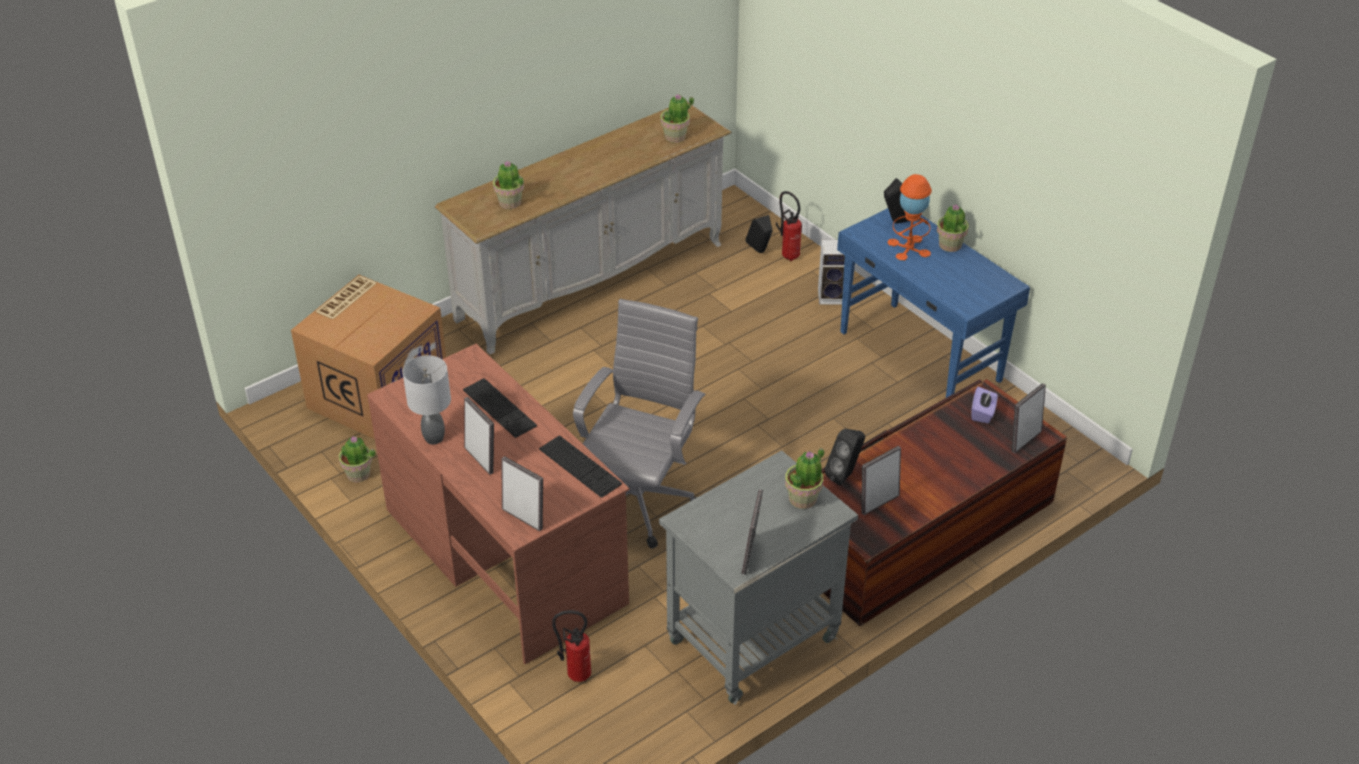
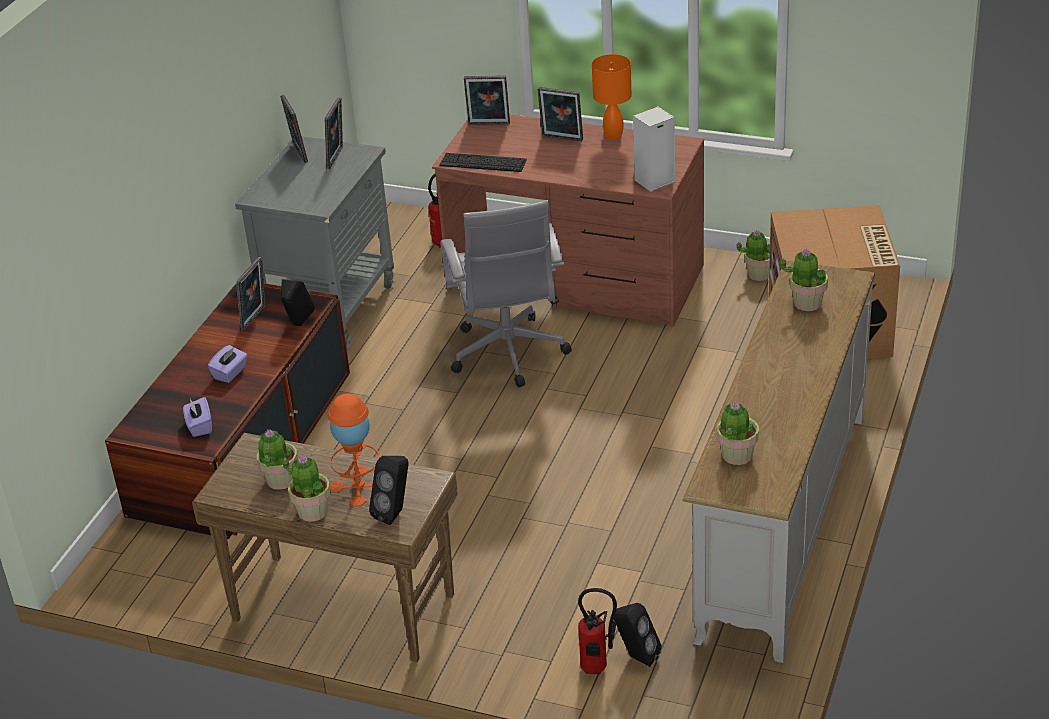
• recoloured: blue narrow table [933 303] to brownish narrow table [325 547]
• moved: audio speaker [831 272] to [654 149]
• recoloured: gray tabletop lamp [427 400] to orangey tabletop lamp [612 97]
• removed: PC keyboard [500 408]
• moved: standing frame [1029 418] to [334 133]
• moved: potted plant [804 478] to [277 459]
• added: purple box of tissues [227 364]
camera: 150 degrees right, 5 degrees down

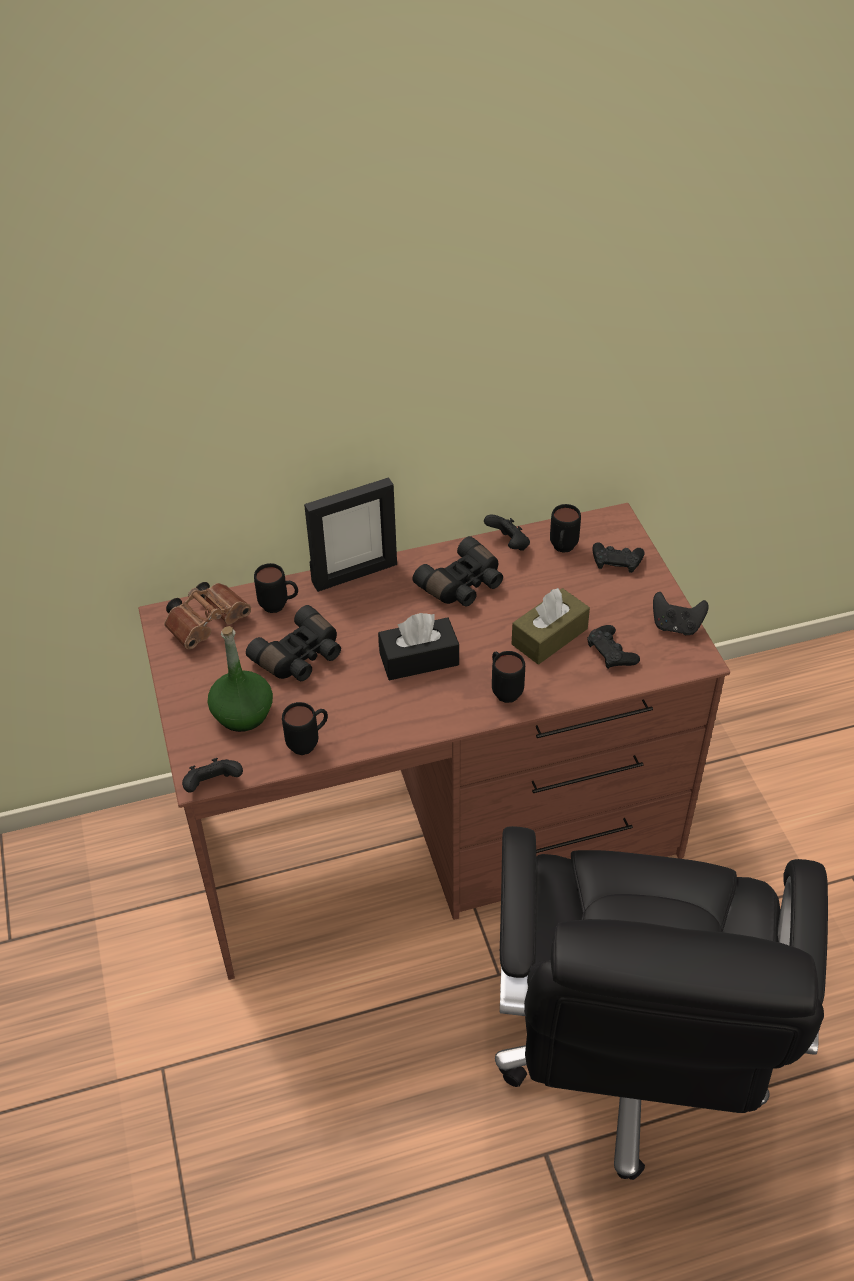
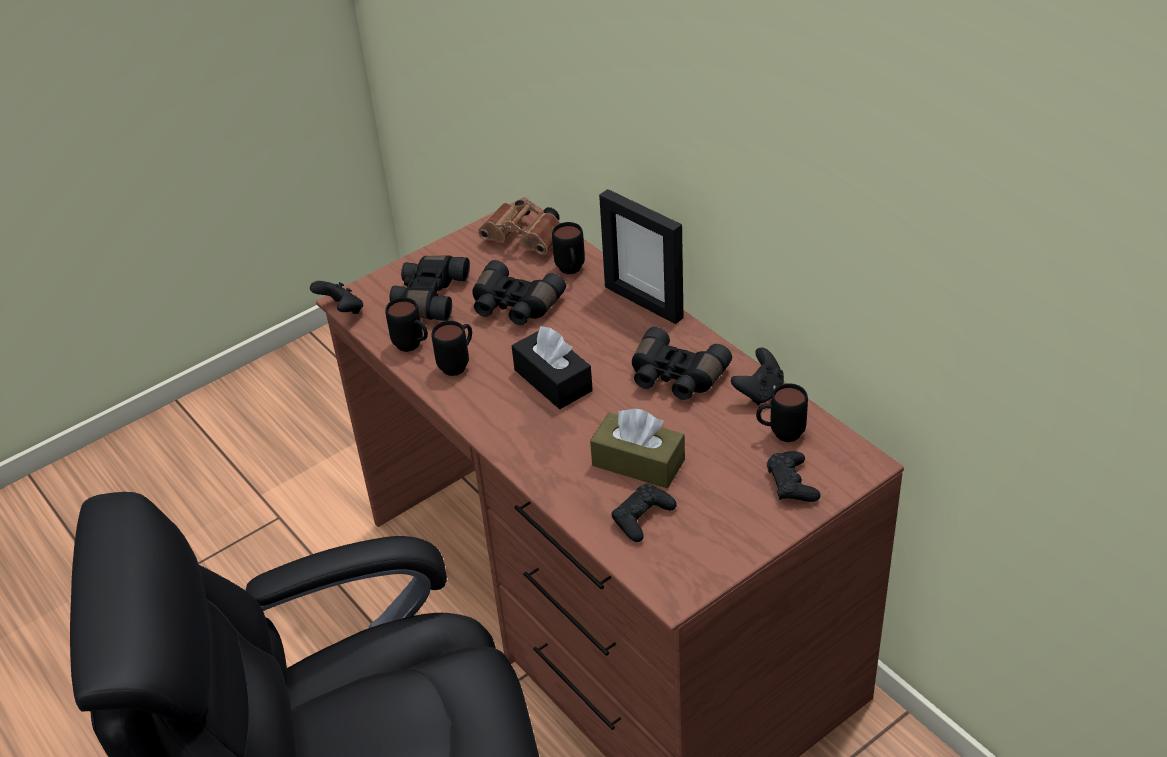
• removed: black gamepad [681 613]
• replaced: green-coloured drink bottle [240 679] to black pair of binoculars [429 288]
• moved: black mug [508 677] to [452 348]
camera: 70 degrees right, 5 degrees down

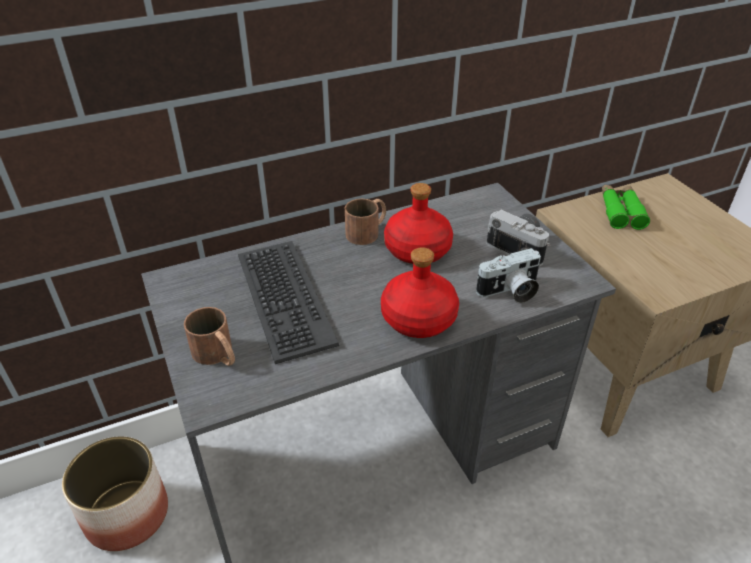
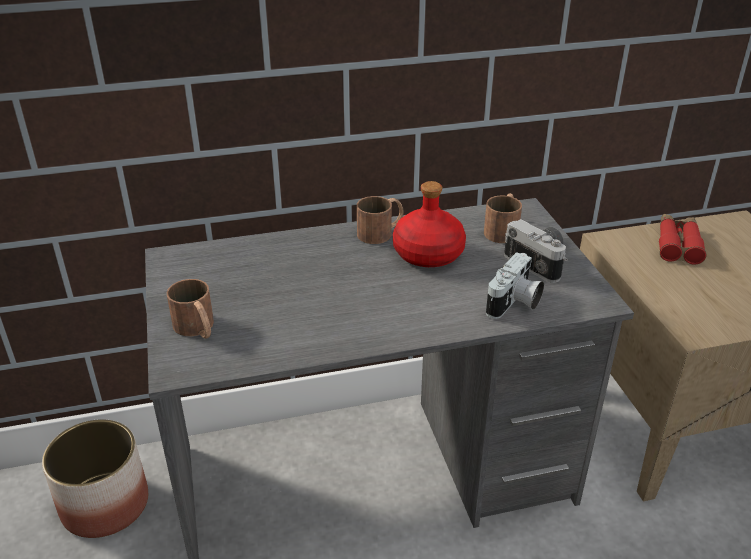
• recoloured: green-coloured pair of binoculars [626 207] to reddish pair of binoculars [683 239]
• removed: PC keyboard [288 302]
• removed: reddish drink bottle [420 292]
• turned: still camera [508 275] = [515 285] 45 degrees counterclockwise
• added: brownish mug [503 218]
camera: 10 degrees right, 5 degrees down

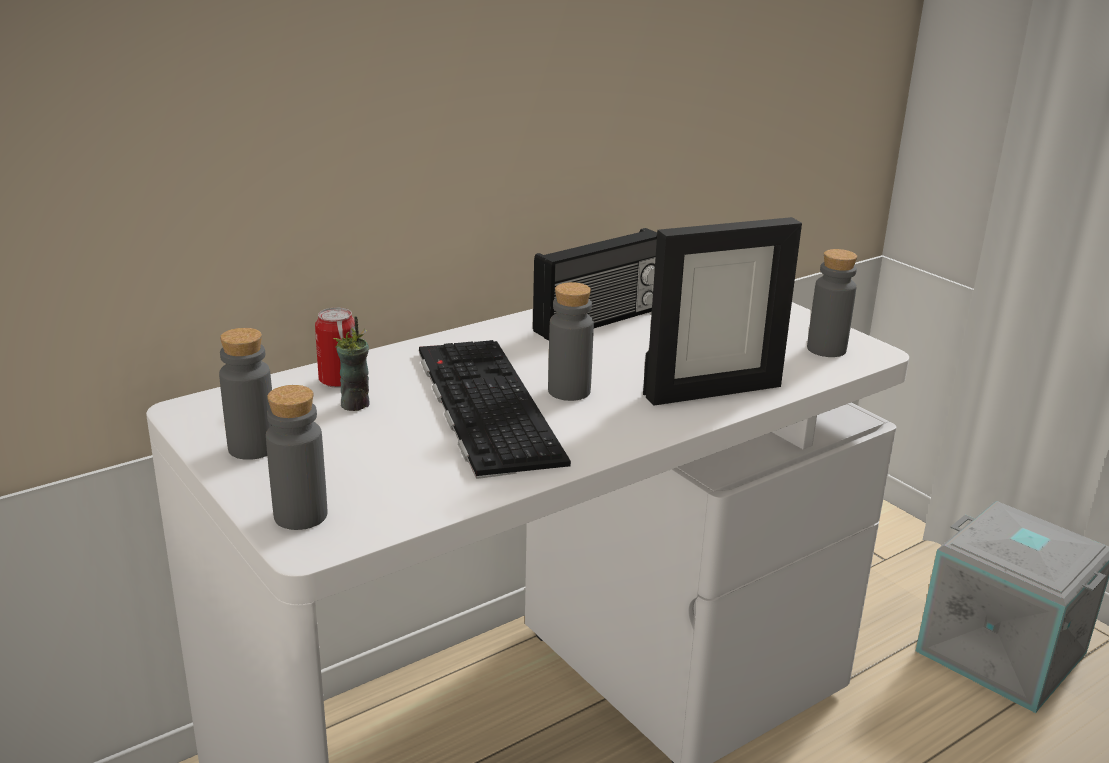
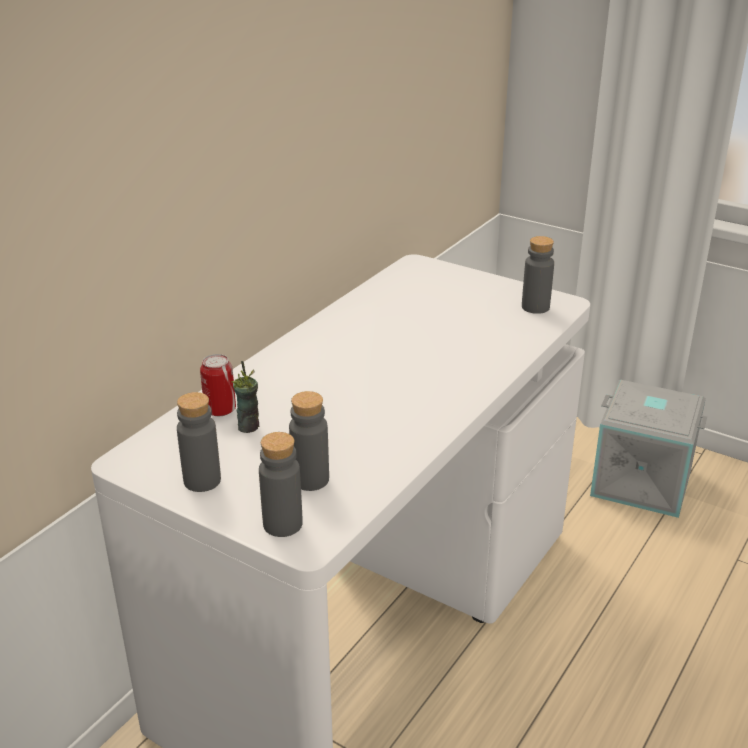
• removed: standing frame [722 311]
• removed: radio receiver [595 284]
• moved: gray drink bottle [571 341] to [309 441]
• removed: PC keyboard [495 409]
camera: 20 degrees left, 5 degrees up

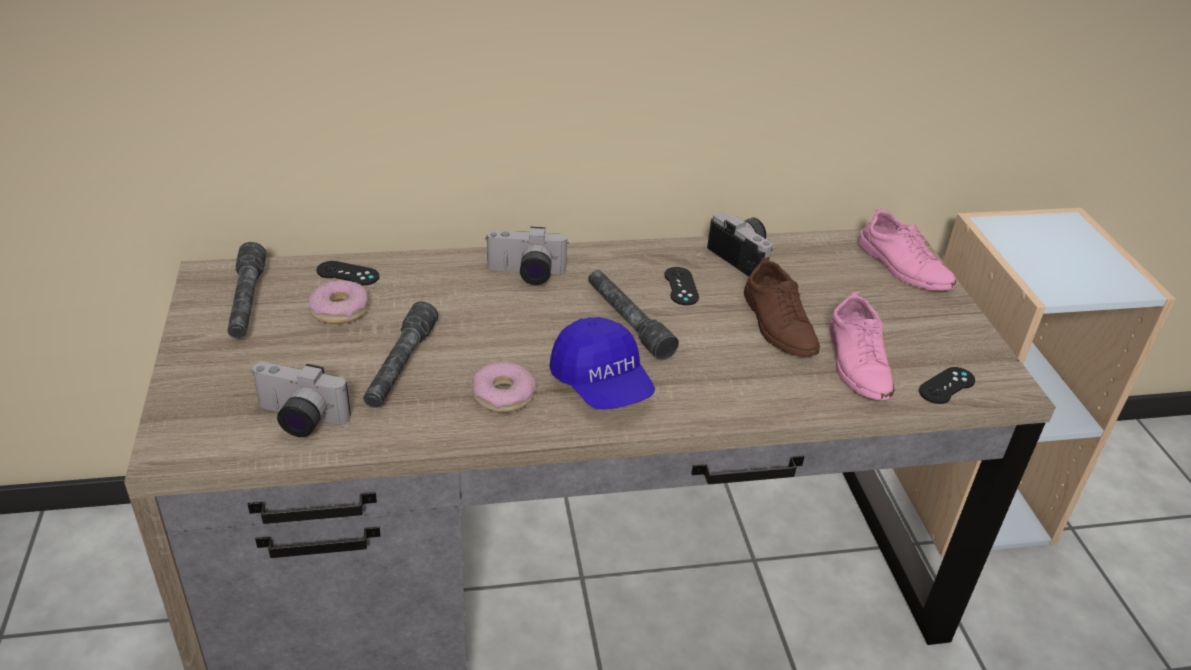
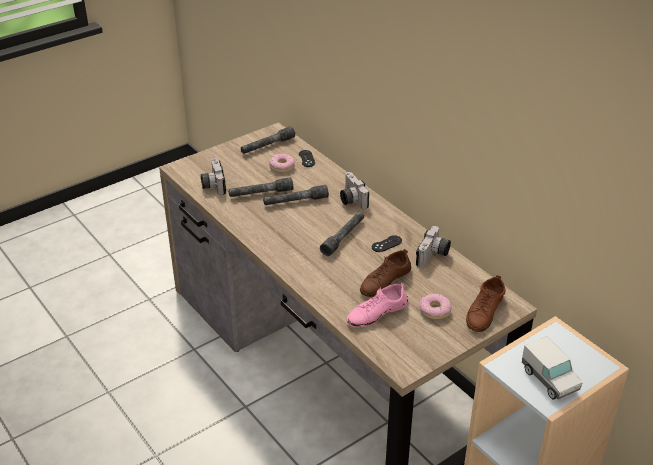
• recoloured: pink shoe [906 248] to brownish shoe [486 303]
• removed: blue baseball cap [602 363]
• moved: doughnut [504 387] to [435 307]
• removed: black gamepad [947 385]
• added: gray flashlight [296 195]
• added: toy truck [552 368]
camera: 65 degrees right, 0 degrees up

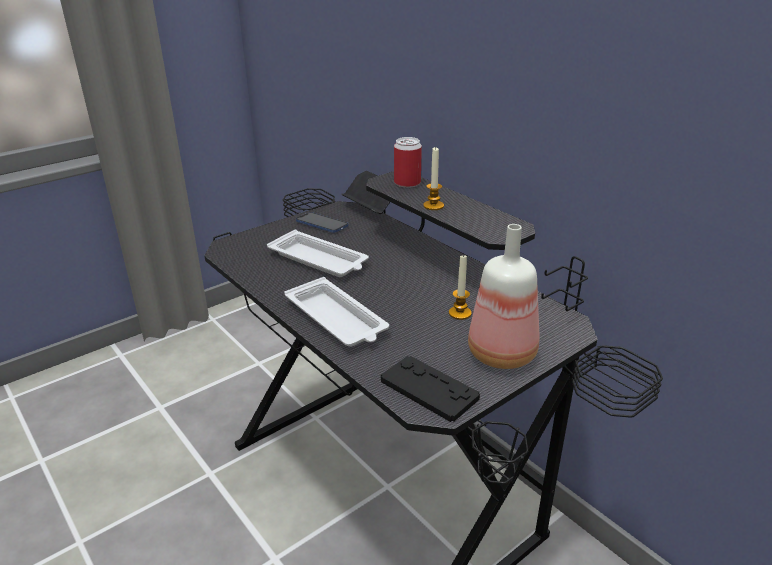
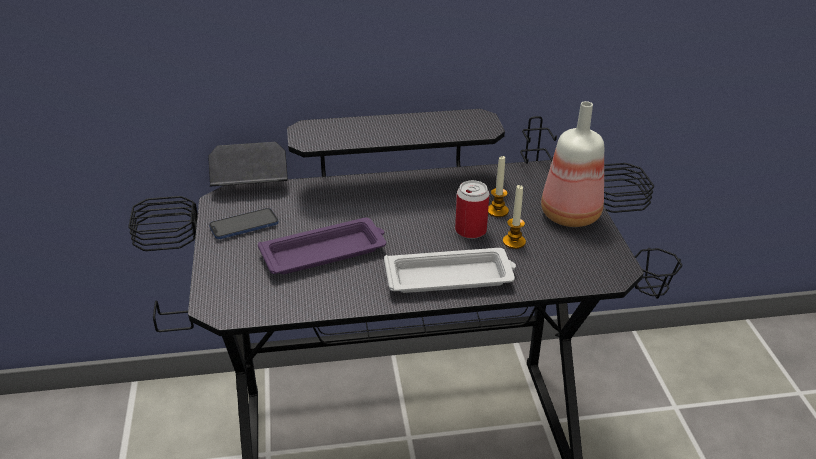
• moved: sealed can [408 162] to [472 209]
• moved: wax light [433 178] to [514 217]
• recoloured: white tray [318 253] to purple tray [322 246]
• removed: black gamepad [430 389]
camera: 60 degrees left, 5 degrees up

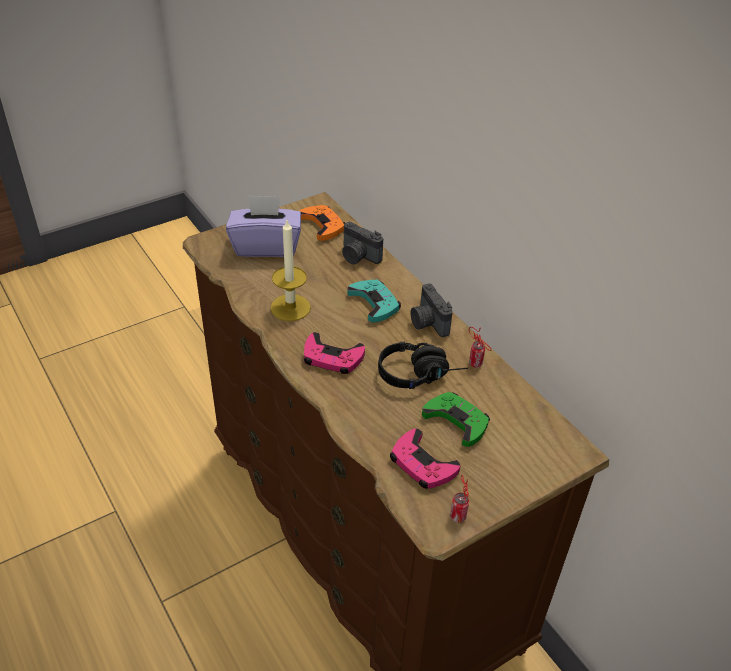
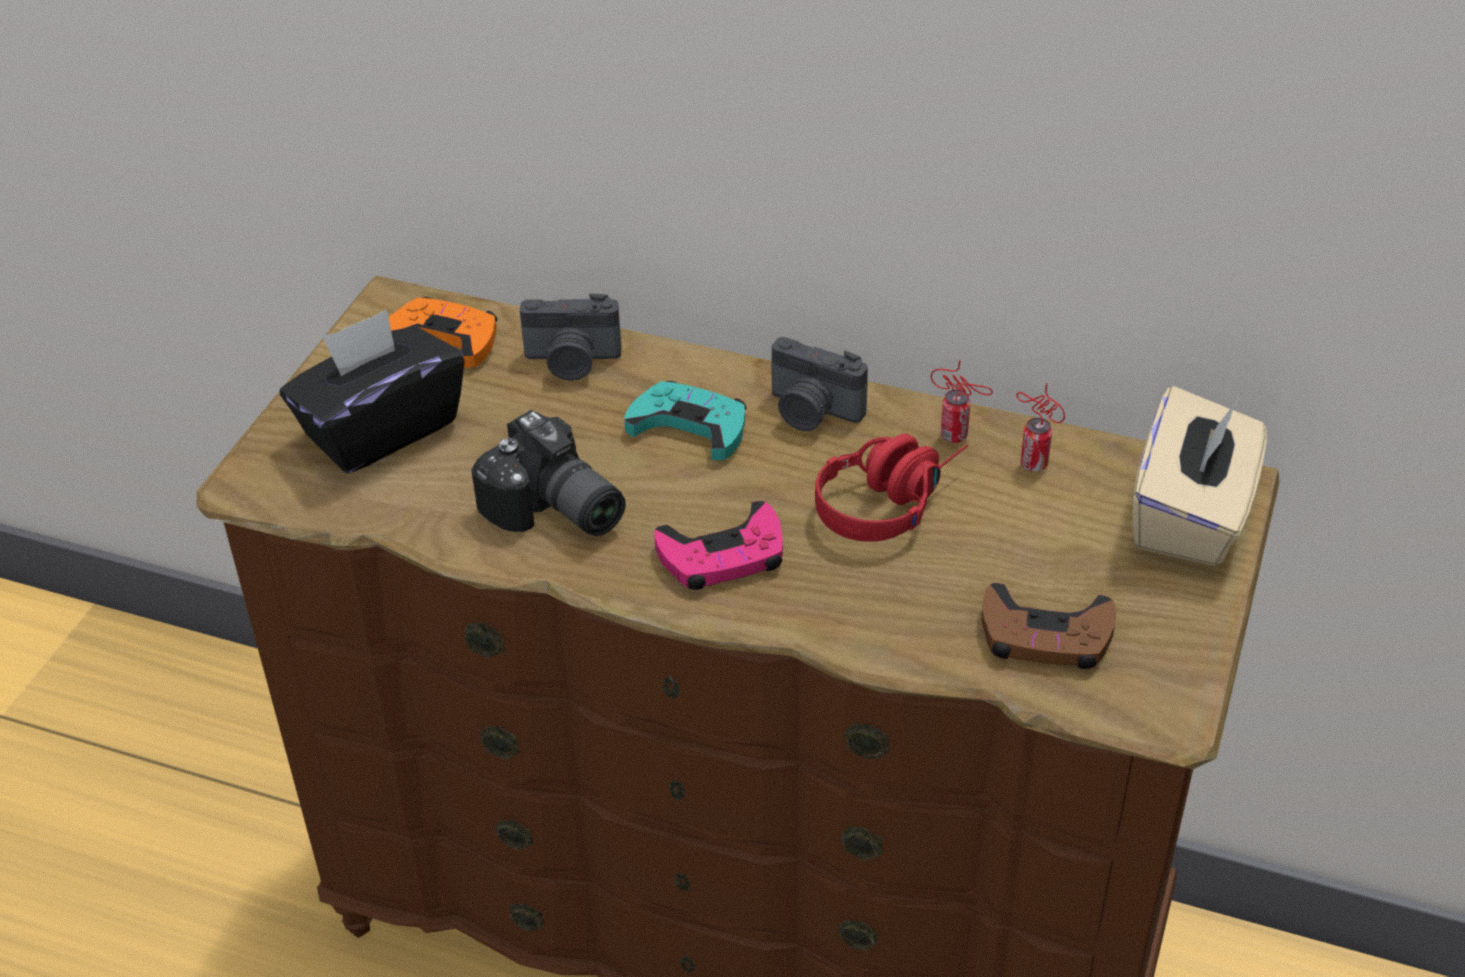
• recoloured: purple box of tissues [263 226] to black box of tissues [372 391]
• replaced: wax light [291 270] to still camera [548 473]
• recoloured: black headphones [423 365] to reddish headphones [891 488]
• removed: green-coloured gamepad [456 419]
• recoloured: pink gamepad [425 458] to brownish gamepad [1049 626]
• moved: sealed can [459 499] to [1040 427]
• added: beige-coloured box of tissues [1199 476]
camera: 35 degrees left, 0 degrees up

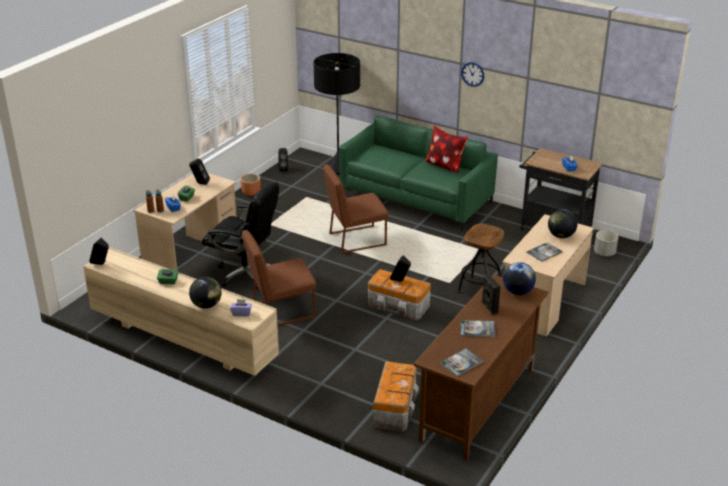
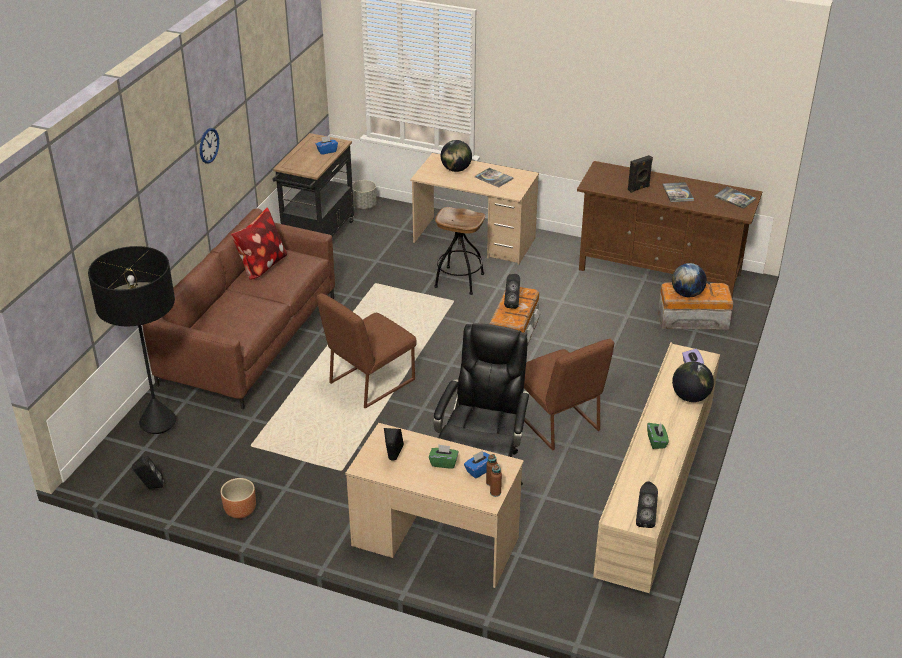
• recoloured: green-coloured settee [418 174] to brownish settee [238 309]
• turned: brownish upright chair [355 209] = [367 351] 75 degrees clockwise
• moved: globe [519 278] to [689 280]
camera: 100 degrees left, 5 degrees up

